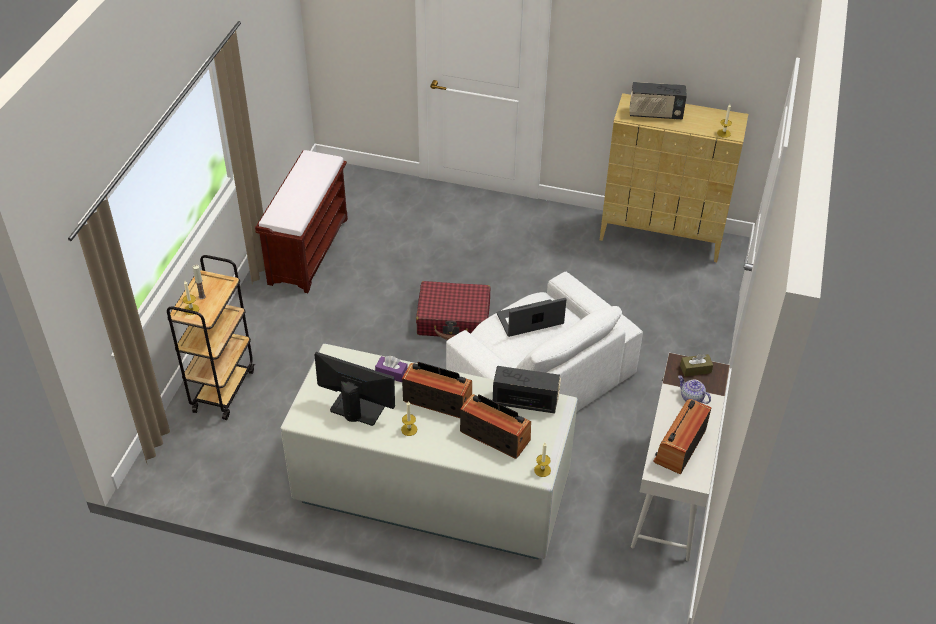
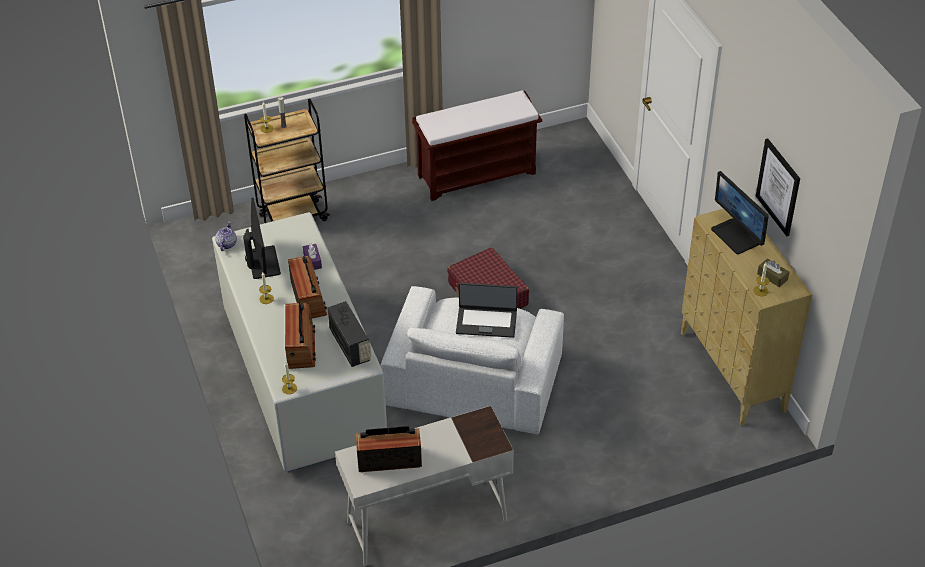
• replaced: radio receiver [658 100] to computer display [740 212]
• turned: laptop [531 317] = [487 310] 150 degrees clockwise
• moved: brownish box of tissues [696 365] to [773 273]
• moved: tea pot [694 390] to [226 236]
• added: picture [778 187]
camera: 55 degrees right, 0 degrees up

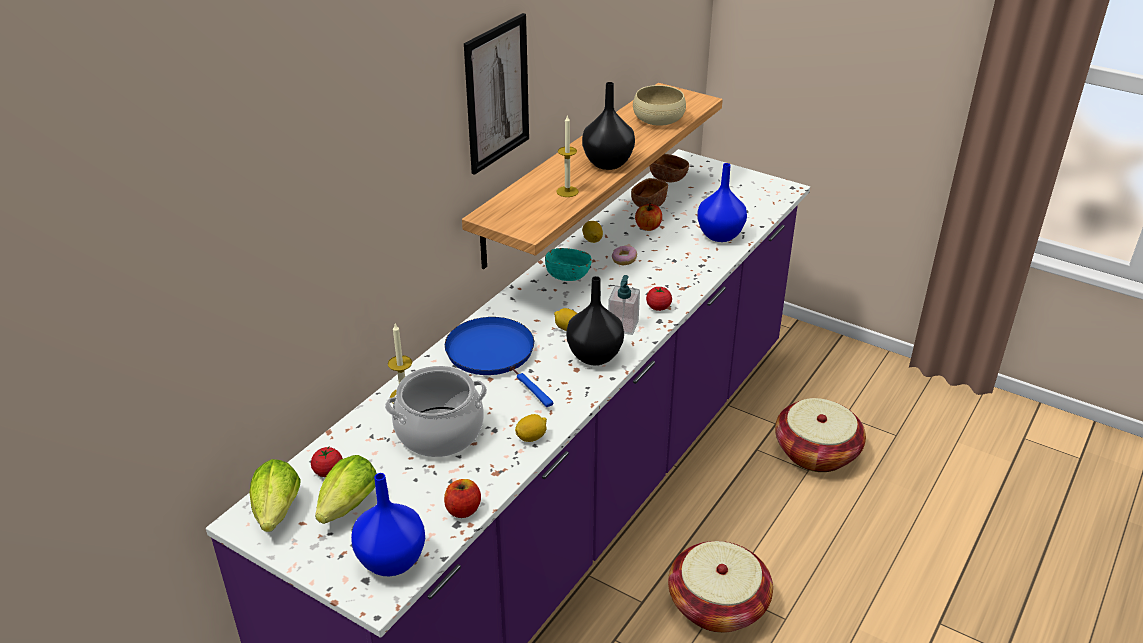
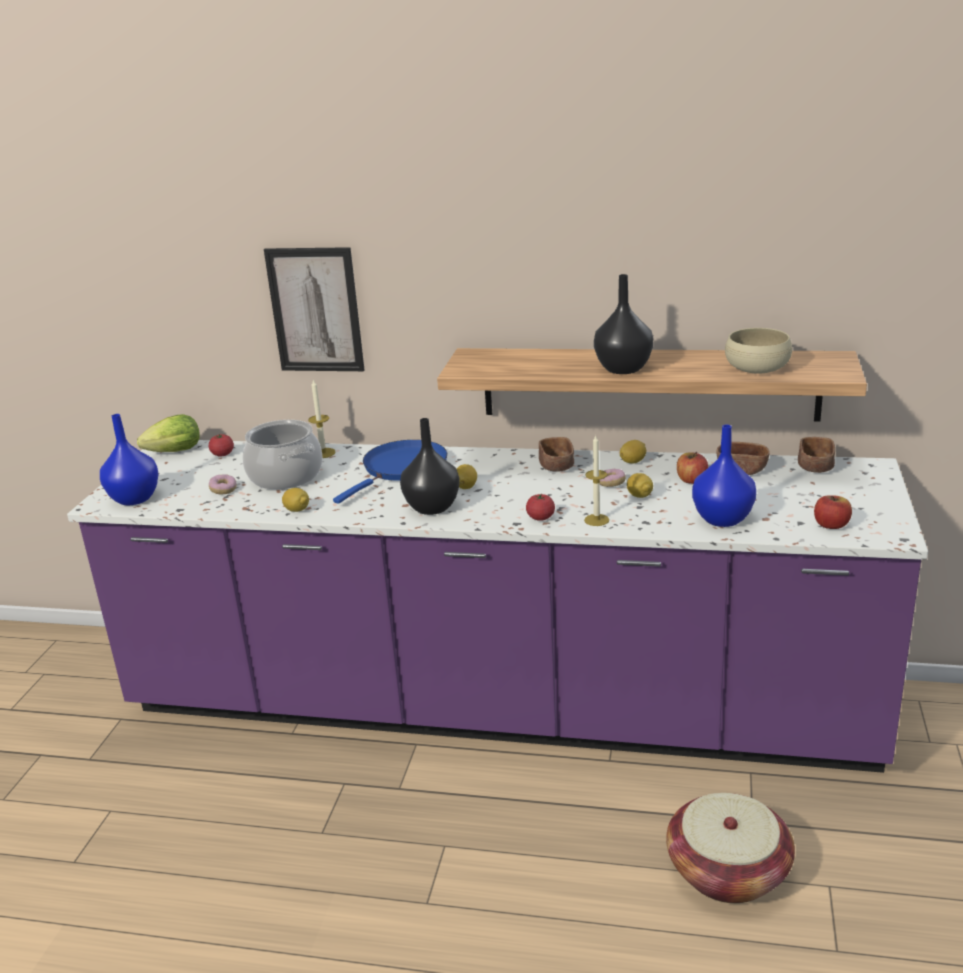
• moved: picture [496 94] to [314 309]
• moved: wax light [567 156] to [596 480]
• recoloured: turquoise bowl [568 264] to brownish bowl [556 454]
• removed: soap dispenser [624 305]
• removed: head of lettuce [346 489]
• moved: apple [462 498] to [833 512]
• removed: household basket [720 587]
• added: lemon [640 485]
• added: doughnut [223 484]
camera: 70 degrees right, 10 degrees down

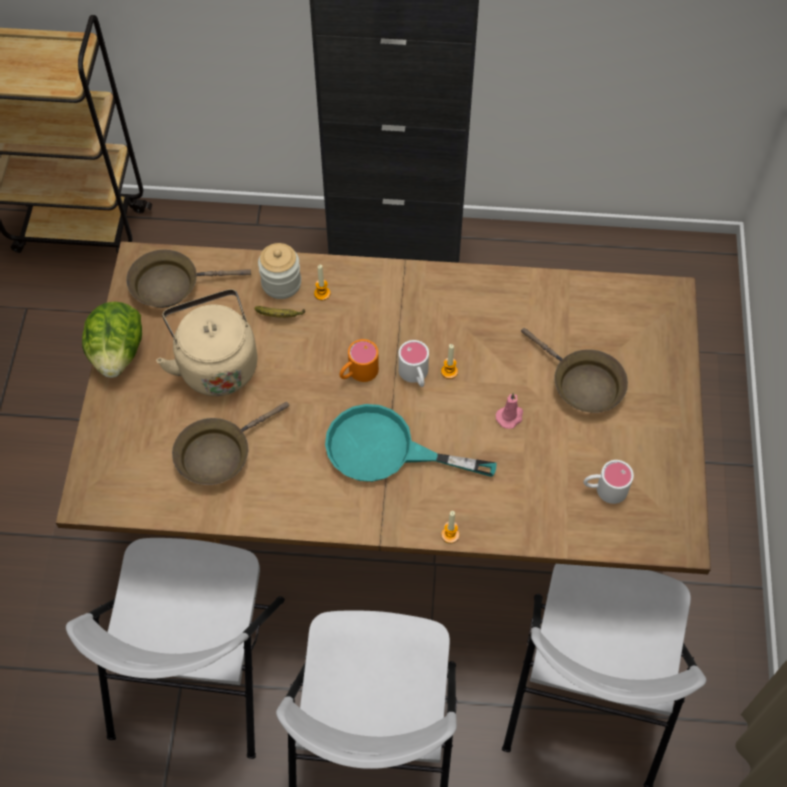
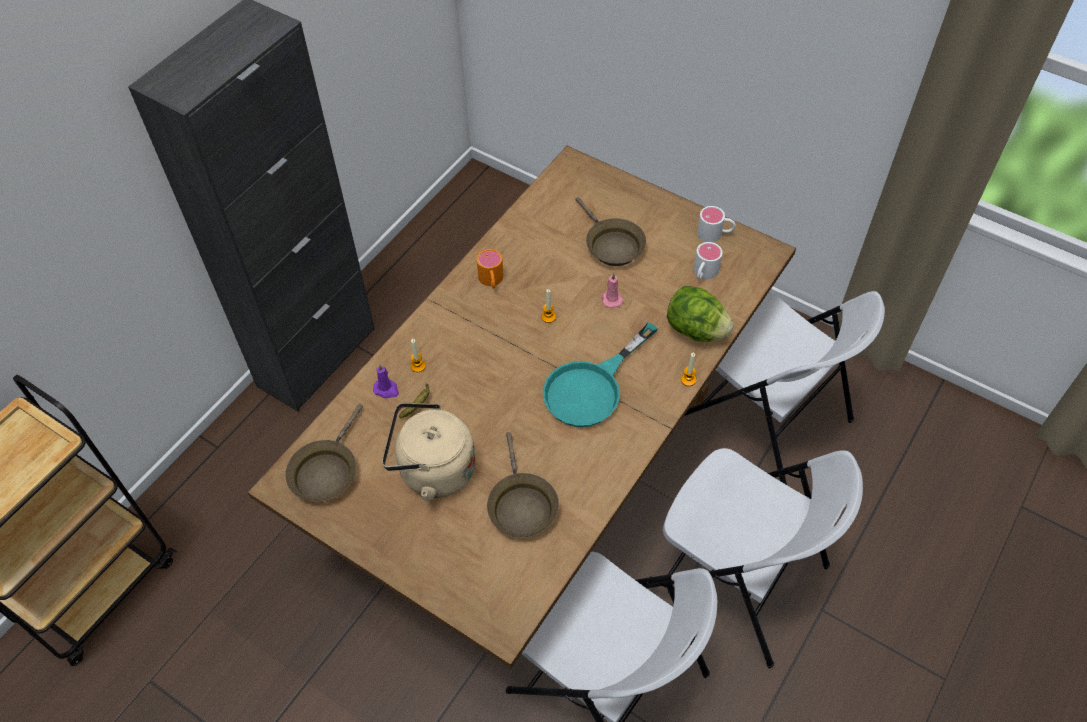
• replaced: preserve jar [279 271] to purple wax light [386 381]
• moved: head of lettuce [112 340] to [700 314]
• turned: brownish skillet [574 370] = [611 231] 75 degrees clockwise
• moved: orangey mug [359 360] to [490 269]
• moved: white mug [413 363] to [716 224]
camera: 60 degrees left, 5 degrees down

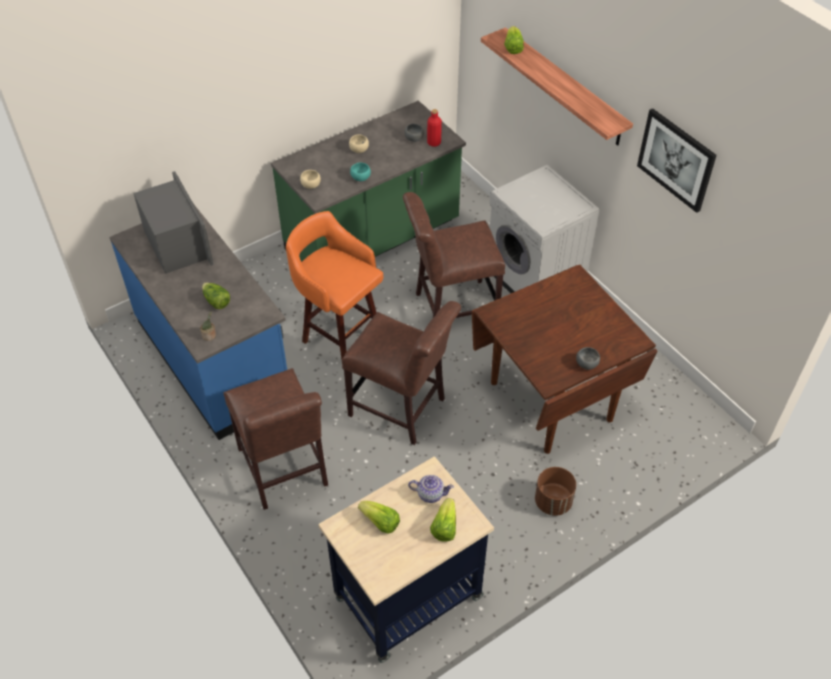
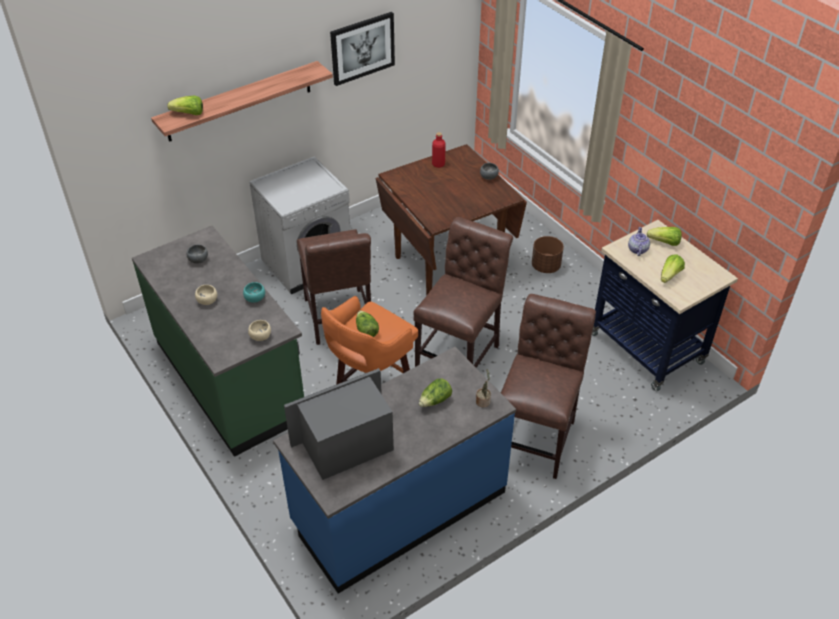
• moved: reddish drink bottle [434 128] to [439 150]
• turned: brownish upright chair [275 439] = [548 386] 45 degrees counterclockwise
• added: head of lettuce [367 323]
camera: 90 degrees left, 5 degrees down

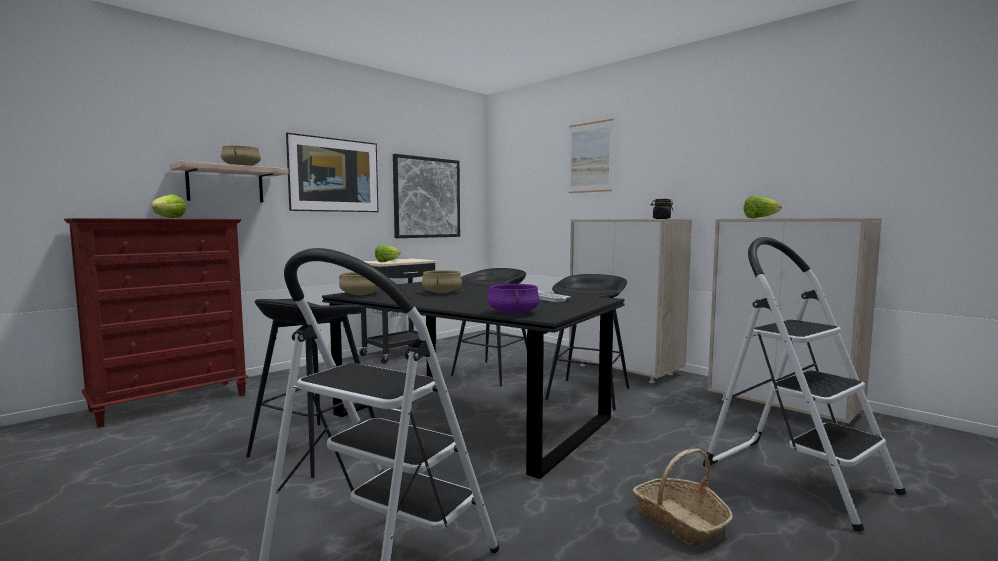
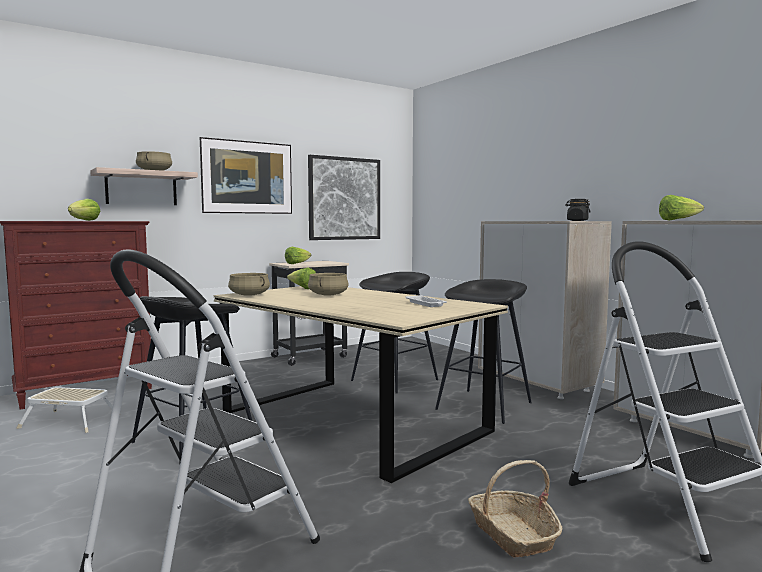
• removed: picture [590 156]
• recoloured: black dining table [473 380] to beige-coloured dining table [361 384]
• removed: purple saucepot [514 299]
• added: head of lettuce [301 278]
• added: beige-coloured stepladder [64 410]
camera: 10 degrees right, 0 degrees up

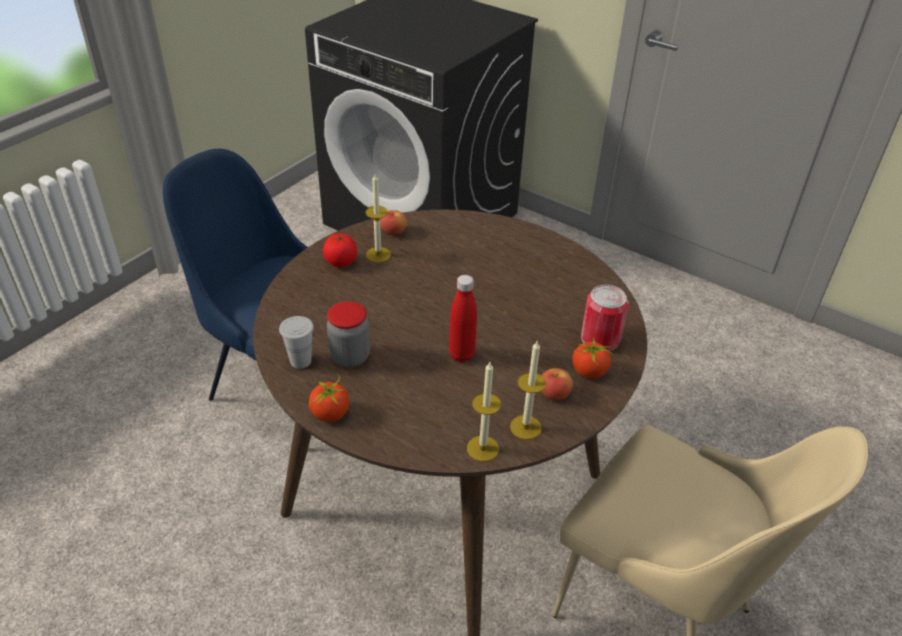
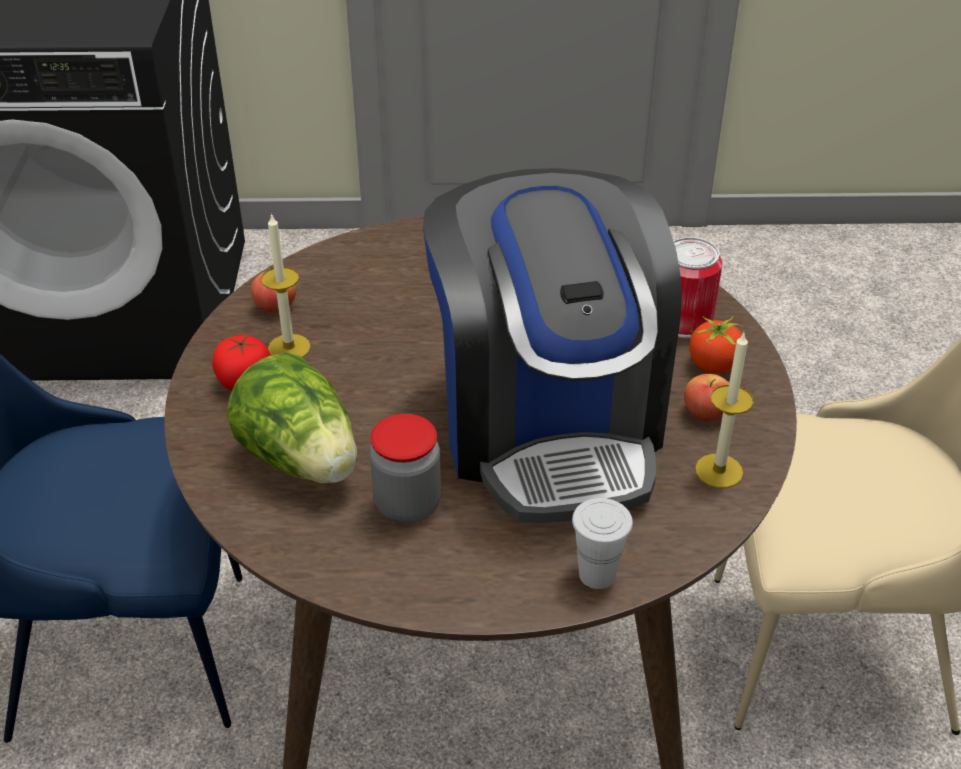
• replaced: reddish drink bottle [463 319] to coffee brewer [552 345]
• moved: white drinking cup [296 342] to [602 543]
• removed: wax light [484 411]
• removed: fresh tomato [329 398]
• added: head of lettuce [292 418]
camera: 35 degrees left, 0 degrees up

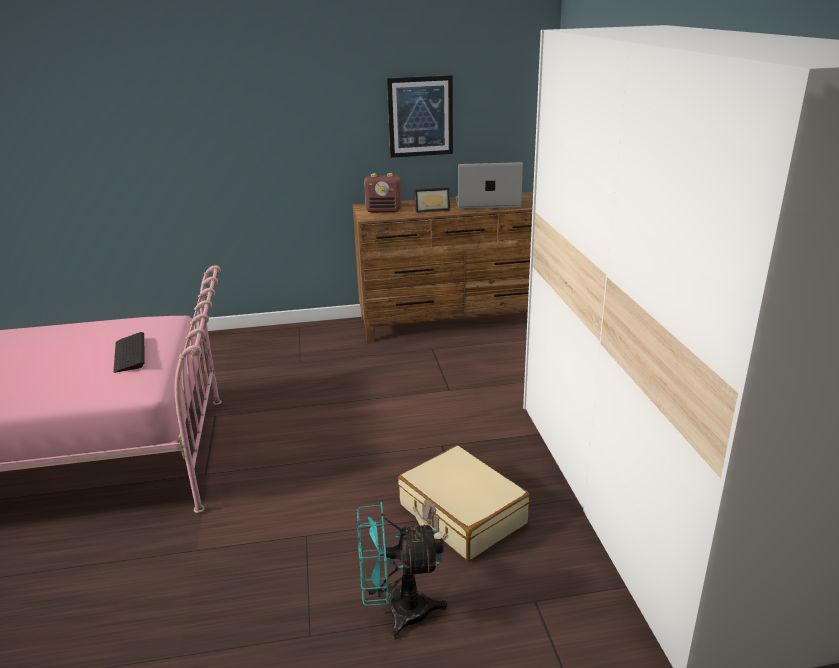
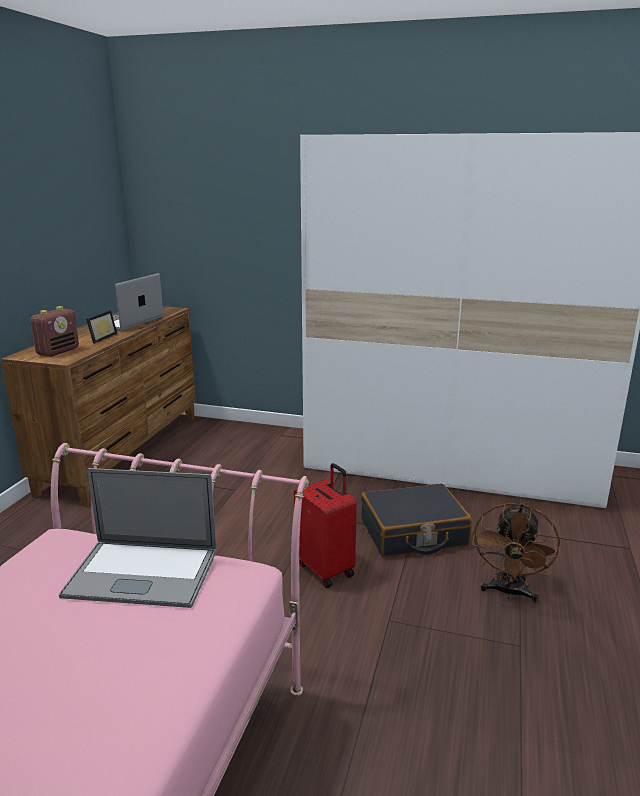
• removed: picture [420 116]
• replaced: PC keyboard [128 352] to laptop [137 538]
• recoloured: beige-coloured travel case [464 503] to black travel case [416 520]
• recoloured: turquoise cooling fan [402 571] to brownish cooling fan [516 553]
• added: reddish travel case [325 525]
camera: 65 degrees left, 5 degrees down

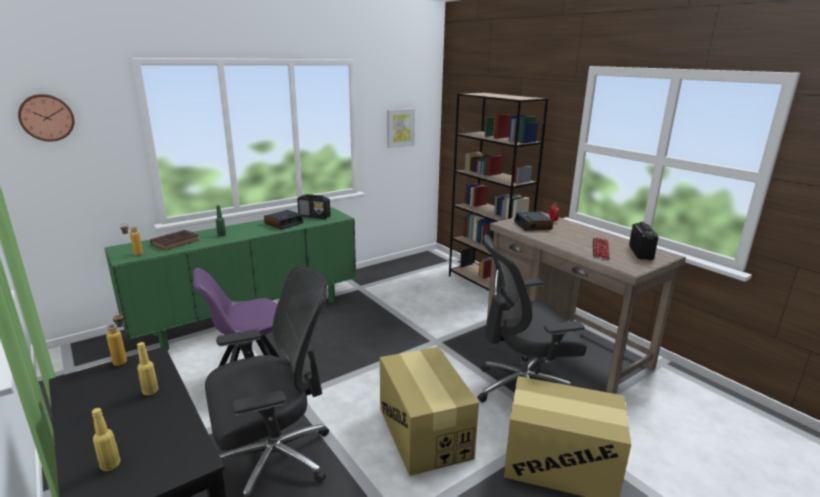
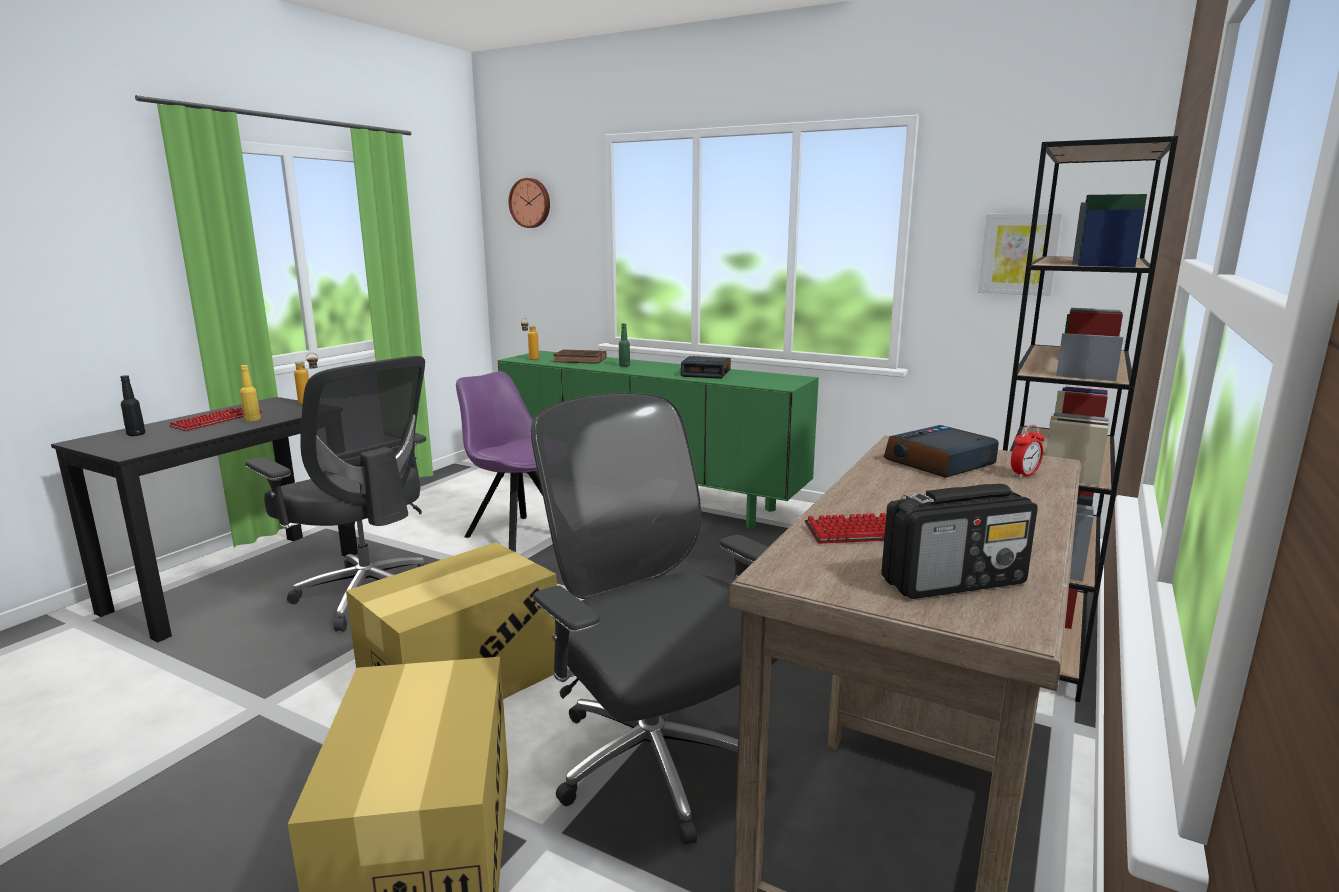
• removed: radio receiver [314 206]
• recoloured: yellow drink bottle [106 439] to black drink bottle [132 405]
• added: PC keyboard [216 419]
camera: 65 degrees right, 5 degrees down

